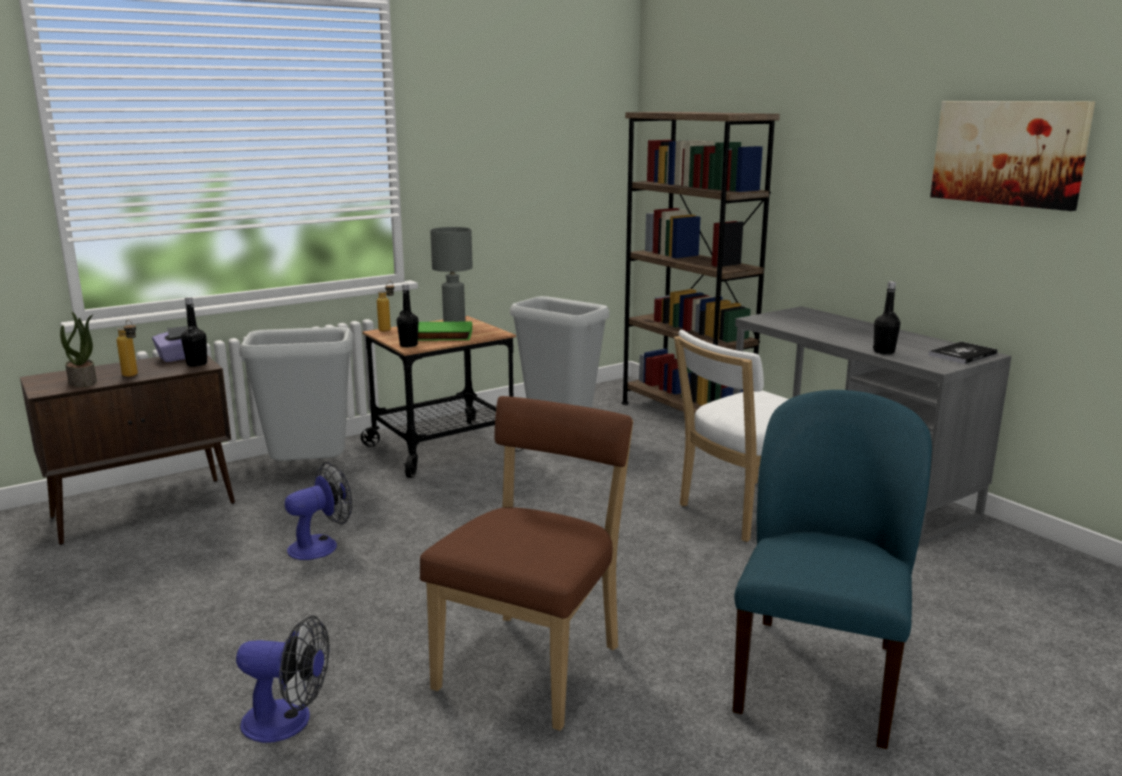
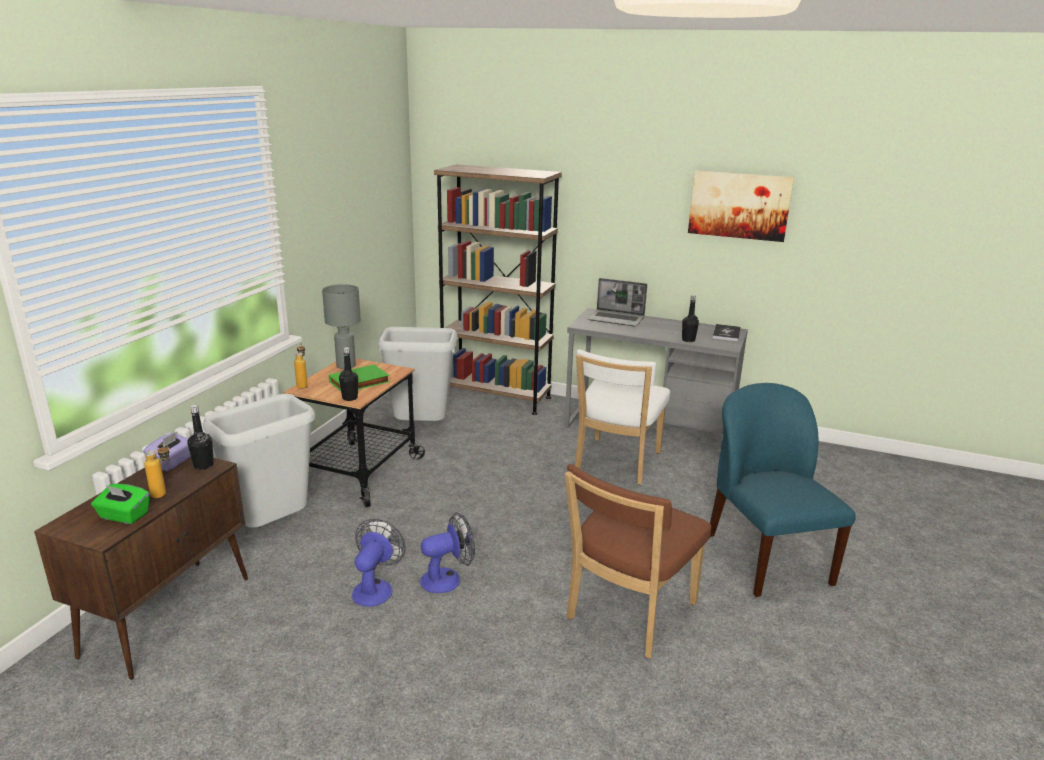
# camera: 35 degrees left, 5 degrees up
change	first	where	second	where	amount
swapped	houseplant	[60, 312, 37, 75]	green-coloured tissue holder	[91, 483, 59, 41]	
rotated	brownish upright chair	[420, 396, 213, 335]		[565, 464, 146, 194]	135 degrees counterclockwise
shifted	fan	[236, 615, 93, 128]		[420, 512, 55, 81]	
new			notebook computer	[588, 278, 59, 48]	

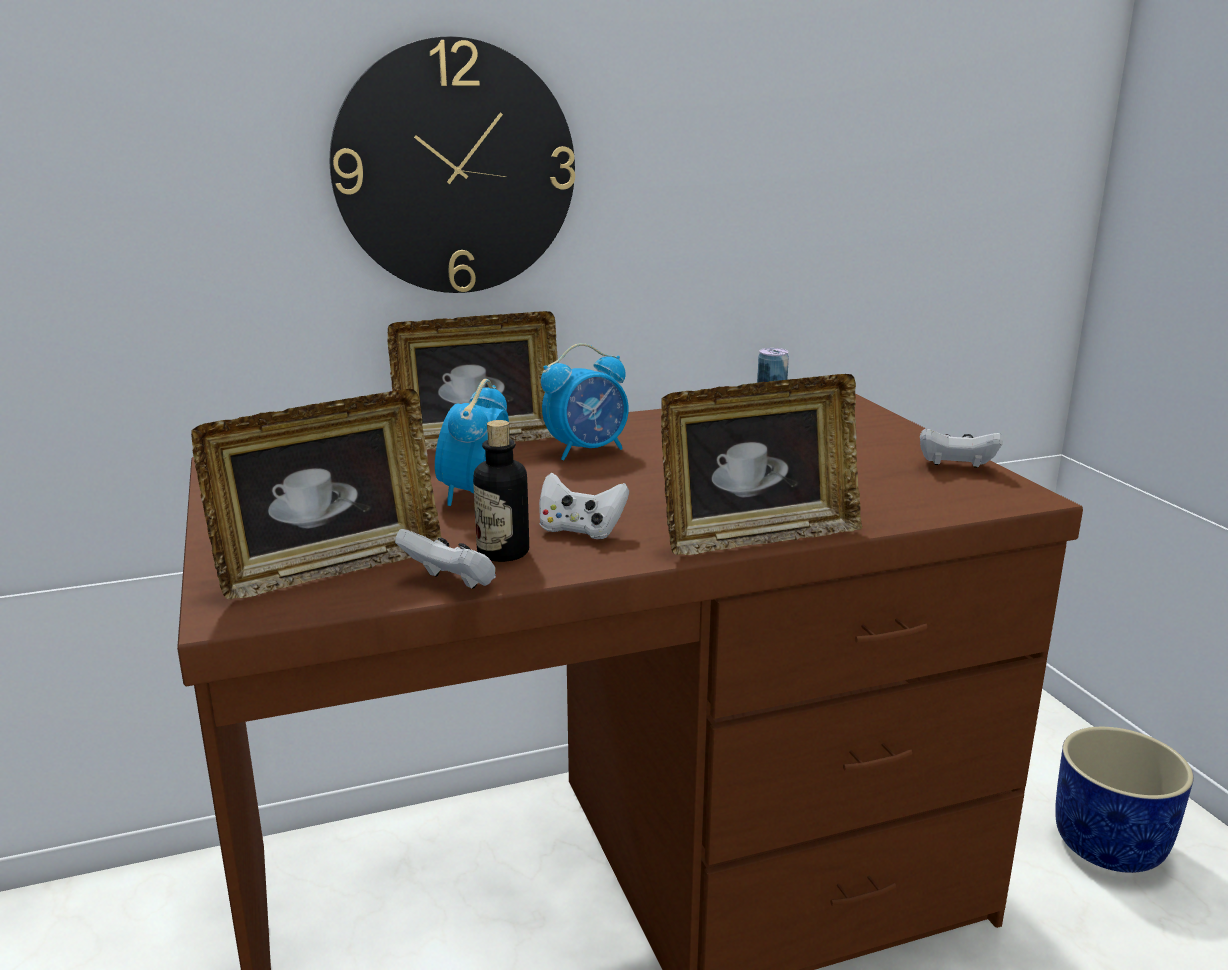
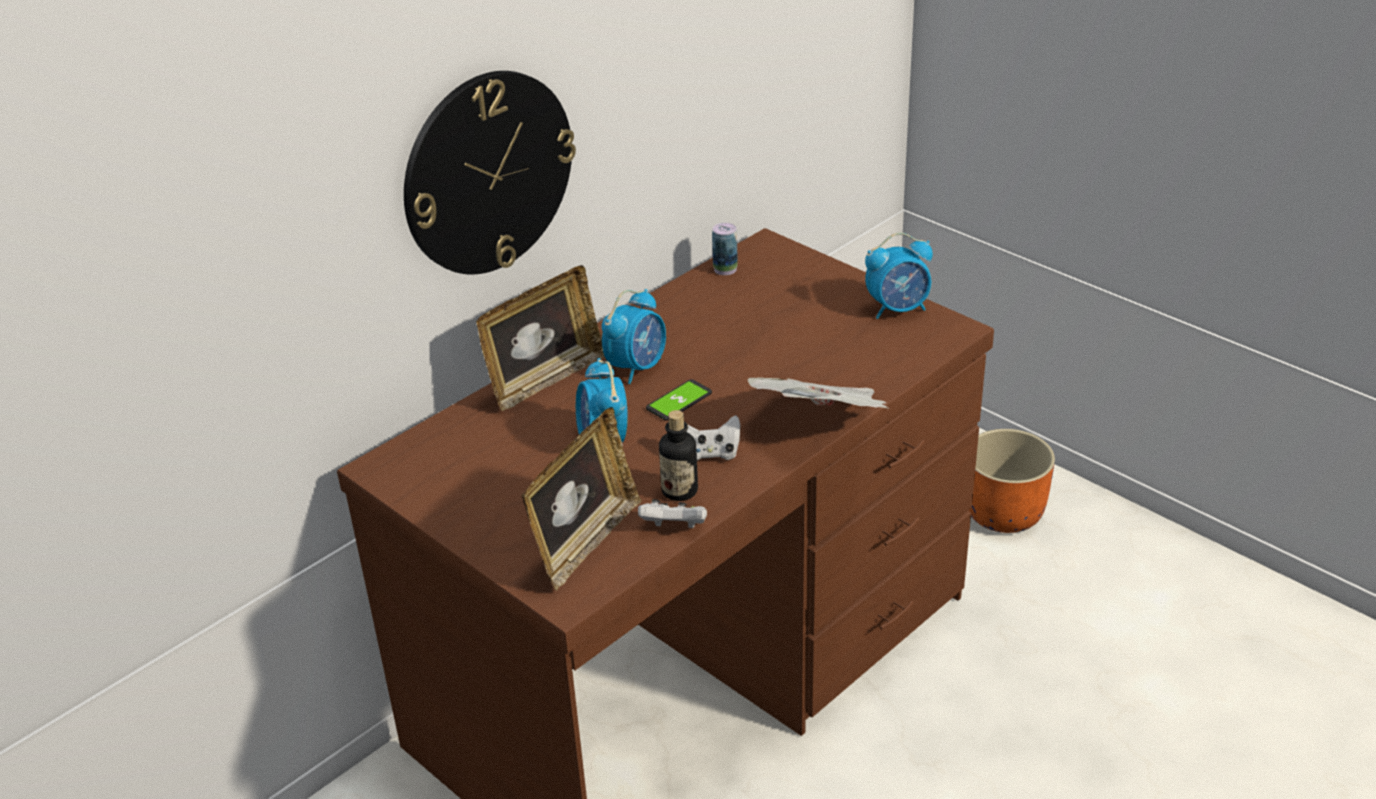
# camera: 25 degrees left, 15 degrees up
change	first	where	second	where	amount
swapped	standing frame	[661, 374, 201, 181]	daily paper	[747, 377, 141, 31]	
swapped	whitish joypad	[920, 428, 83, 40]	bedside clock	[865, 233, 68, 86]	
repainted	blue-coloured planter	[1055, 727, 139, 146]	orange planter	[969, 429, 86, 104]	
new			telephone	[646, 379, 66, 42]	

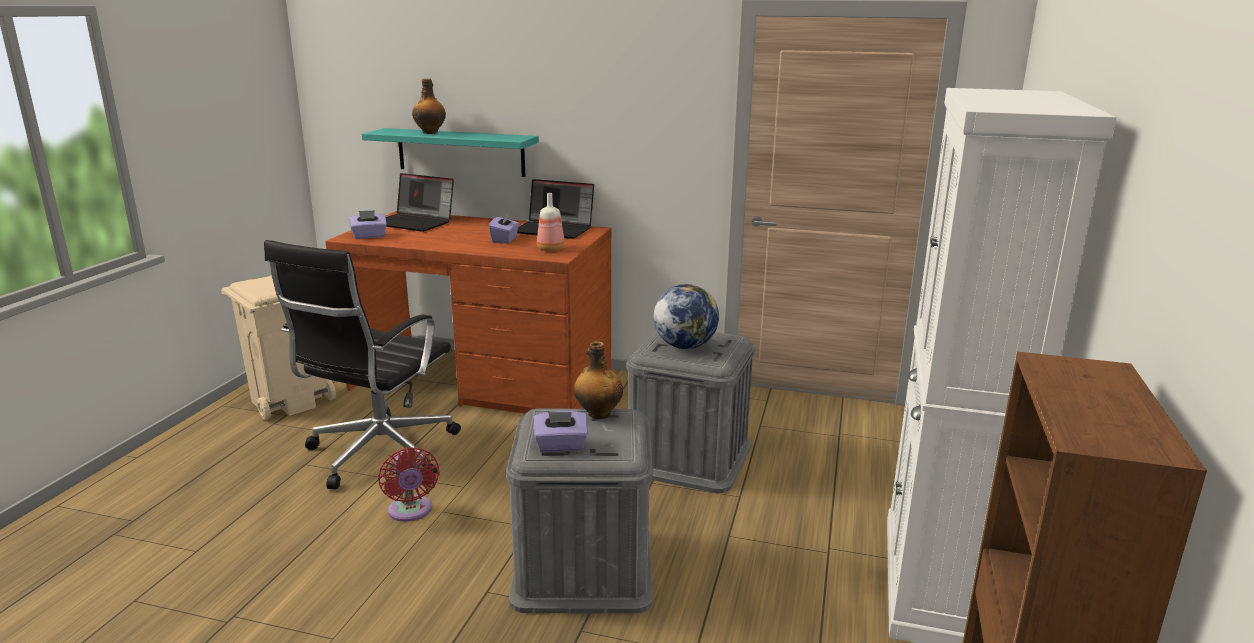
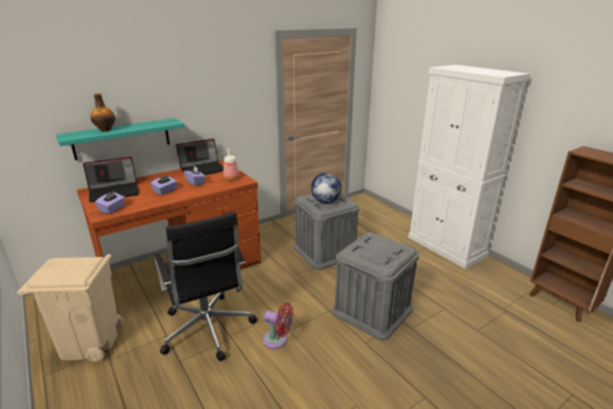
# camera: 50 degrees left, 5 degrees up
change	first	where	second	where	amount
gone	beverage bottle	[574, 341, 49, 78]			
shifted	purplish tissue holder	[533, 411, 55, 41]		[150, 175, 27, 20]	

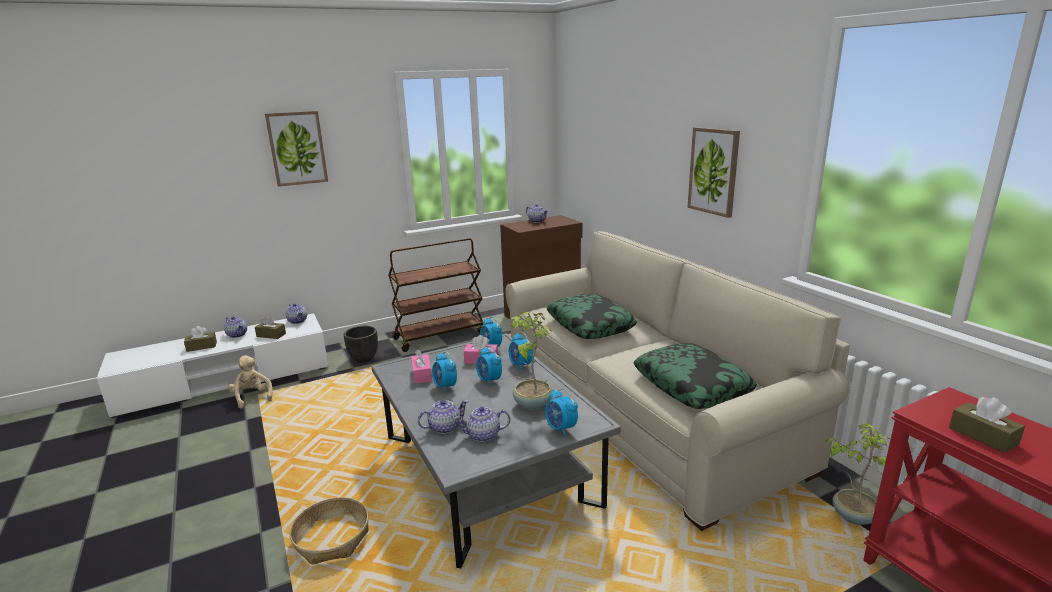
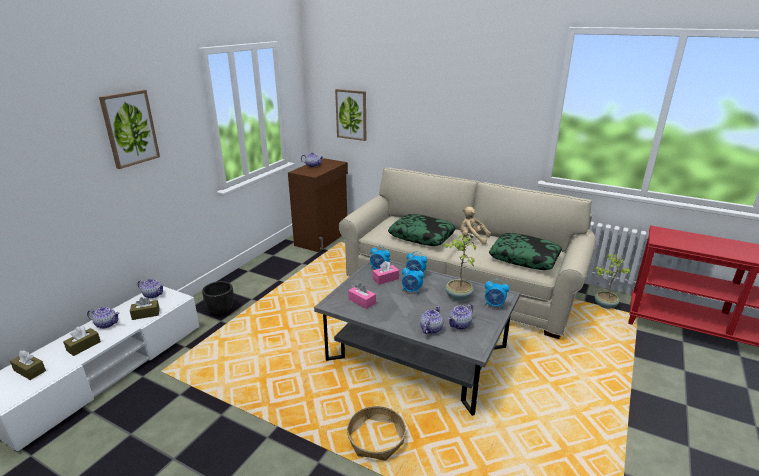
# camera: 35 degrees left, 5 degrees up
change	first	where	second	where	amount
shifted	picture	[688, 127, 52, 91]		[335, 89, 31, 52]	
gone	brownish wheeled cart	[388, 238, 95, 114]			
gone	bedside clock	[432, 352, 25, 41]			
shifted	beige-coloured plush toy	[228, 355, 45, 54]		[460, 207, 31, 38]	
shifted	brownish tissue holder	[949, 397, 76, 56]		[10, 350, 36, 30]	

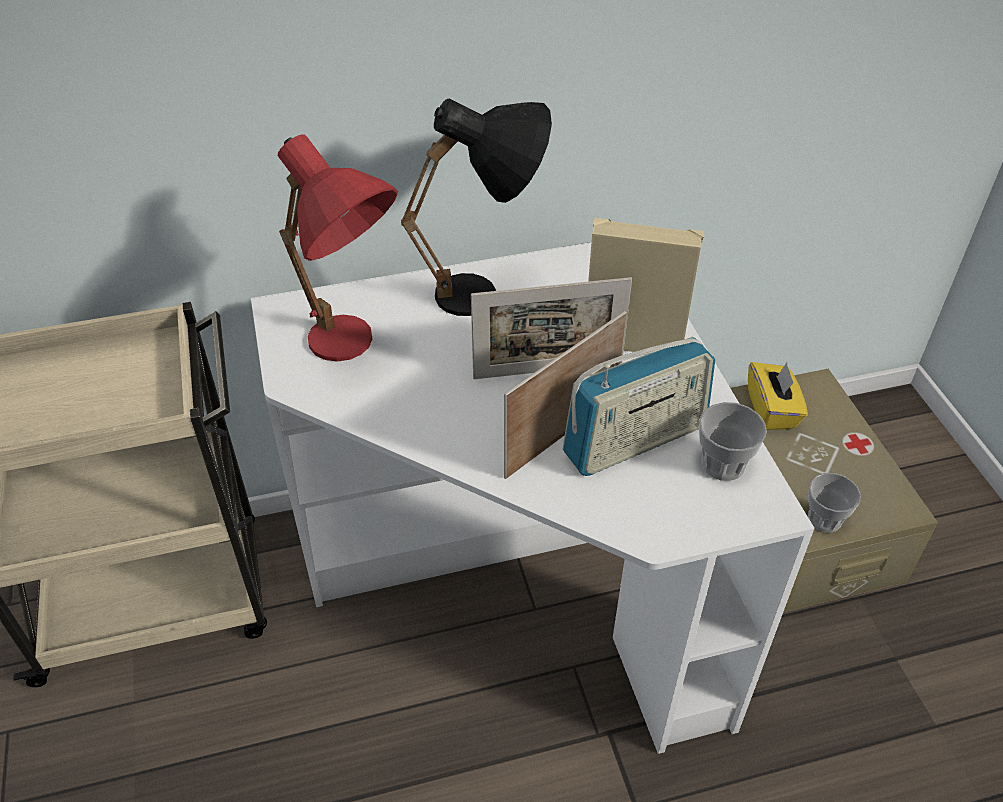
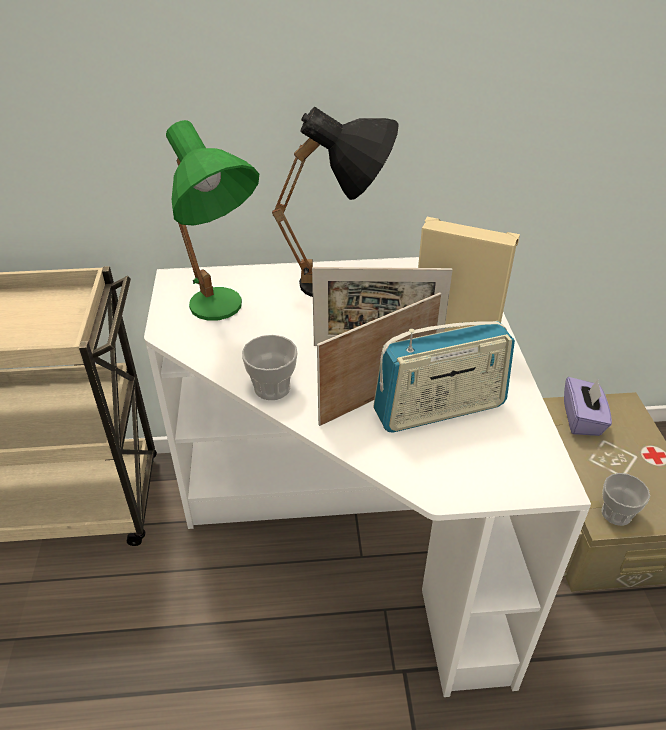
# camera: 10 degrees right, 5 degrees down
change	first	where	second	where	amount
repainted	red-coloured lamp for a table	[278, 134, 120, 228]	green-coloured lamp for a table	[166, 120, 93, 201]	
repainted	yellow-coloured tissue holder	[748, 362, 60, 68]	purplish tissue holder	[564, 377, 48, 59]	
shifted	drinking cup	[699, 402, 68, 79]		[242, 335, 56, 65]	

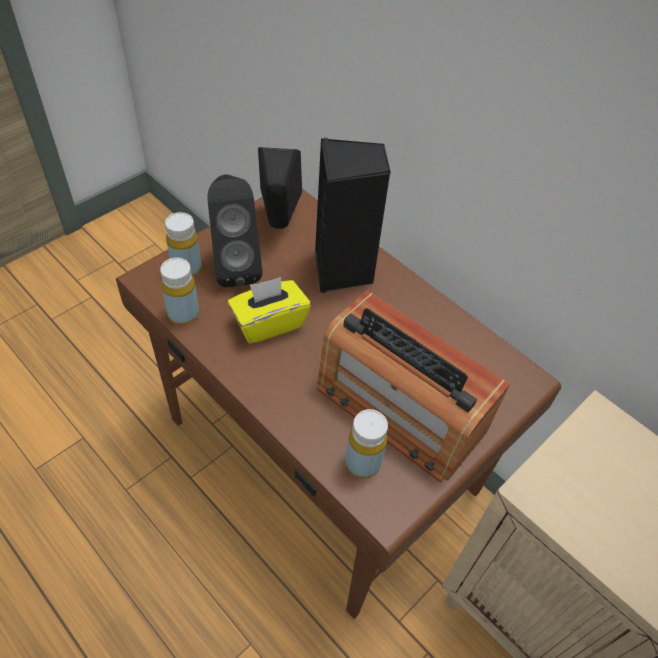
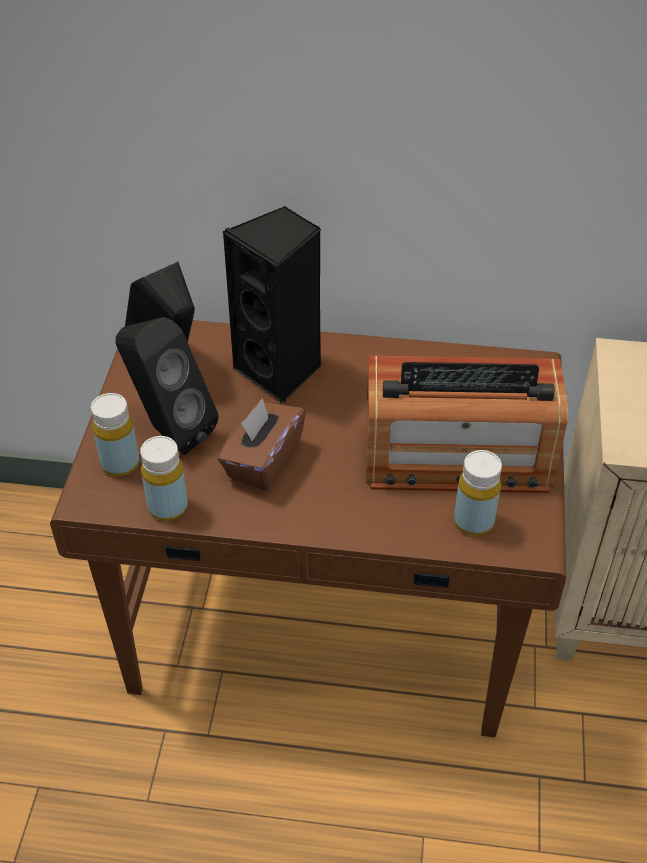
# camera: 35 degrees left, 5 degrees down
change	first	where	second	where	amount
repainted	yellow-coloured tissue holder	[228, 277, 83, 67]	brownish tissue holder	[217, 398, 89, 93]	

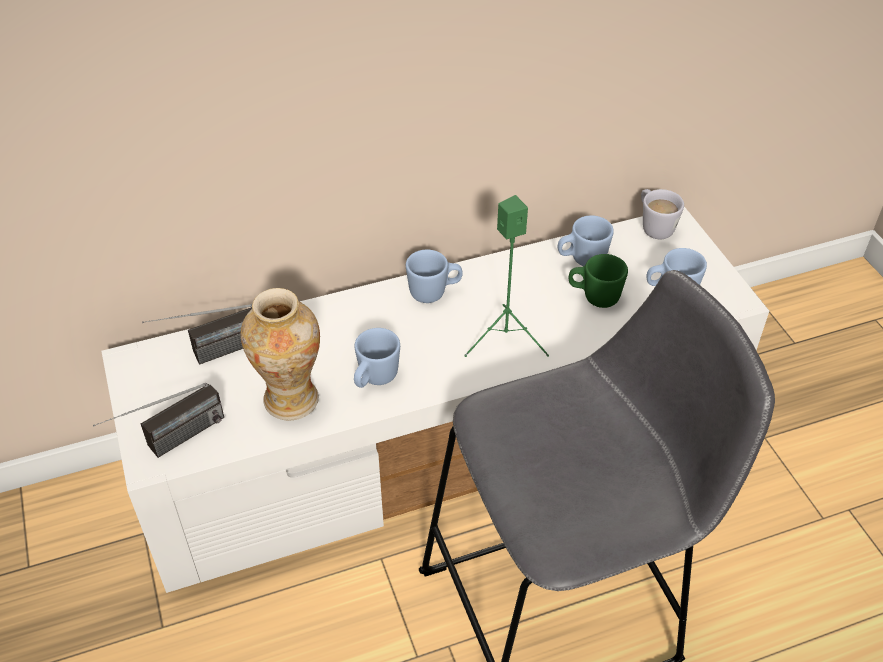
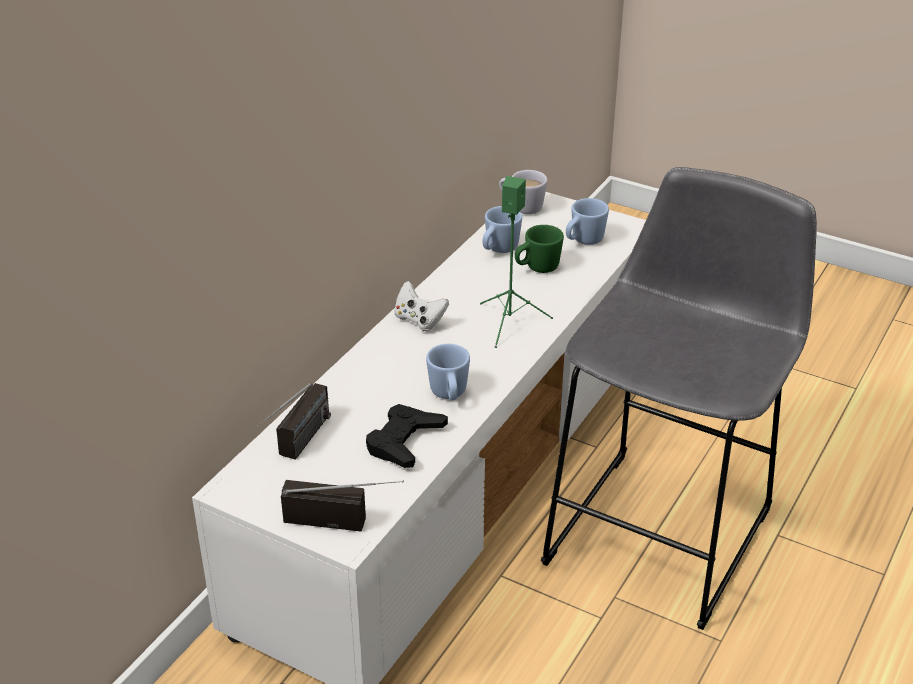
# camera: 40 degrees left, 10 degrees down
change	first	where	second	where	amount
swapped	blue-coloured mug	[406, 250, 57, 53]	whitish joypad	[394, 281, 55, 50]	
swapped	flower vase	[241, 288, 79, 133]	black joypad	[366, 404, 82, 64]	
rotated	radio	[93, 383, 131, 75]		[281, 480, 123, 51]	90 degrees counterclockwise

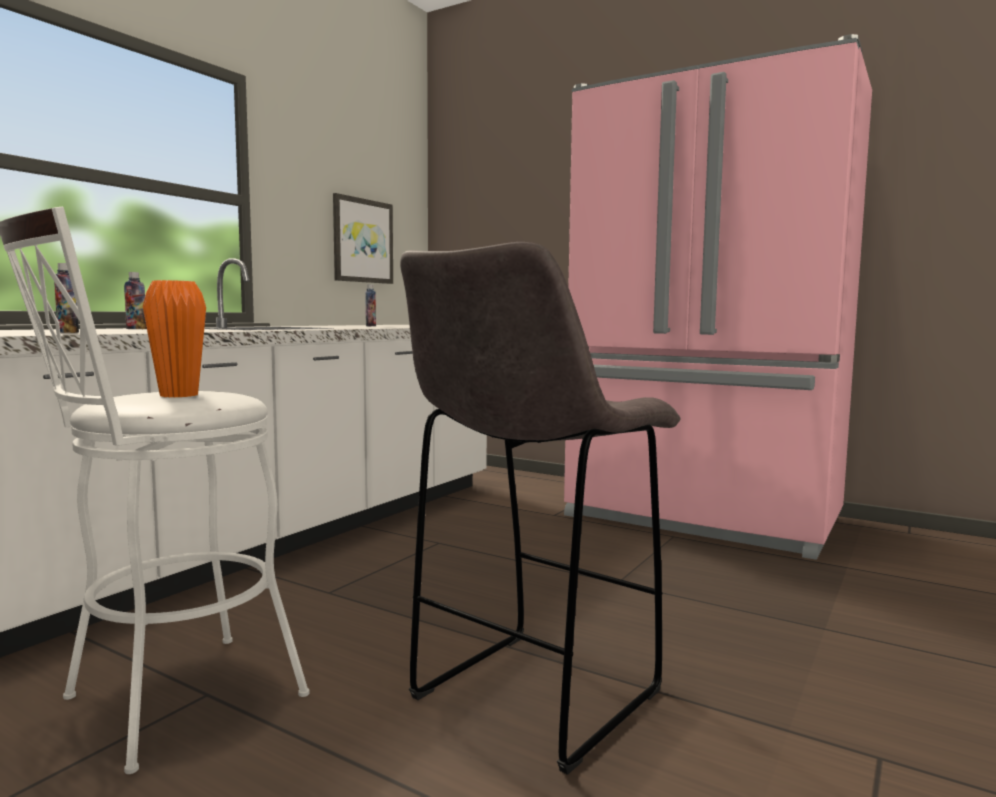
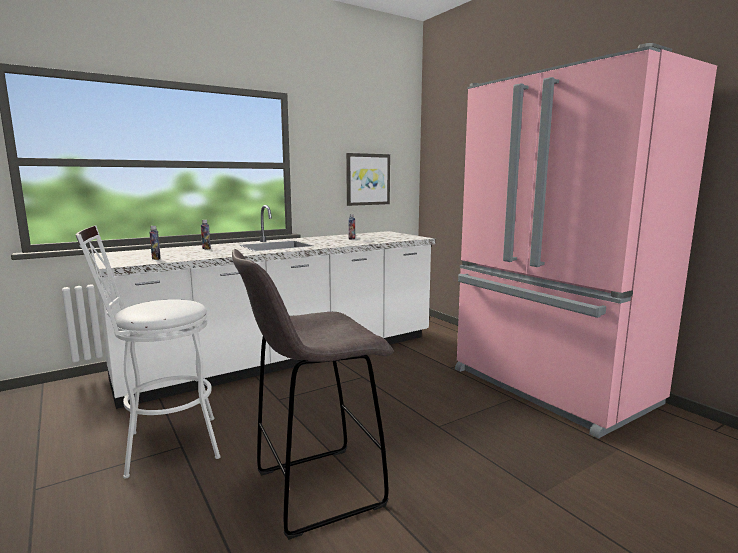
# camera: 25 degrees right, 5 degrees up
change	first	where	second	where	amount
gone	orange flower vase	[143, 280, 63, 117]			

